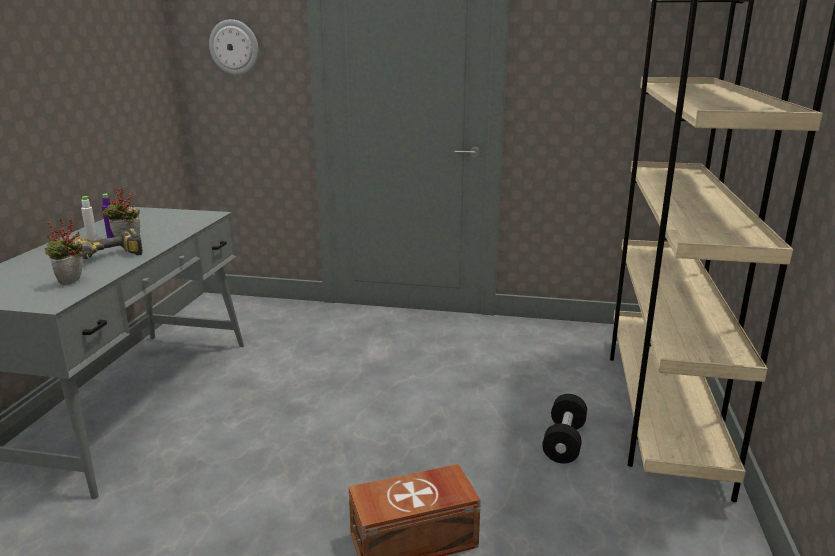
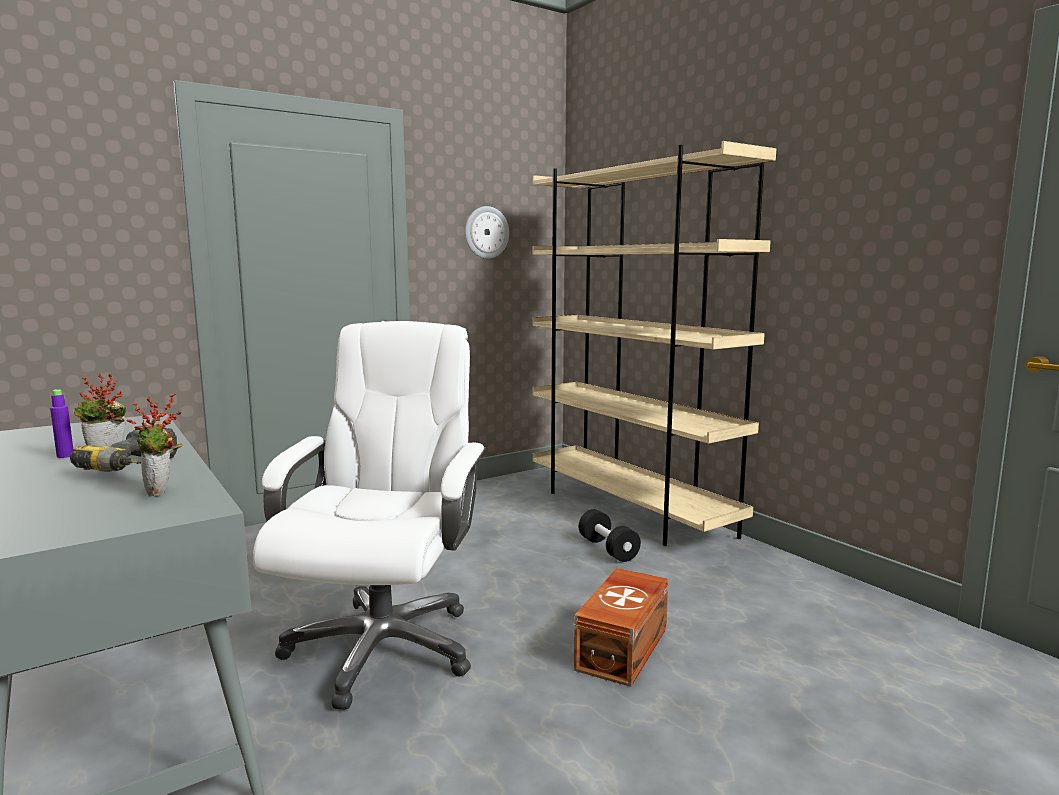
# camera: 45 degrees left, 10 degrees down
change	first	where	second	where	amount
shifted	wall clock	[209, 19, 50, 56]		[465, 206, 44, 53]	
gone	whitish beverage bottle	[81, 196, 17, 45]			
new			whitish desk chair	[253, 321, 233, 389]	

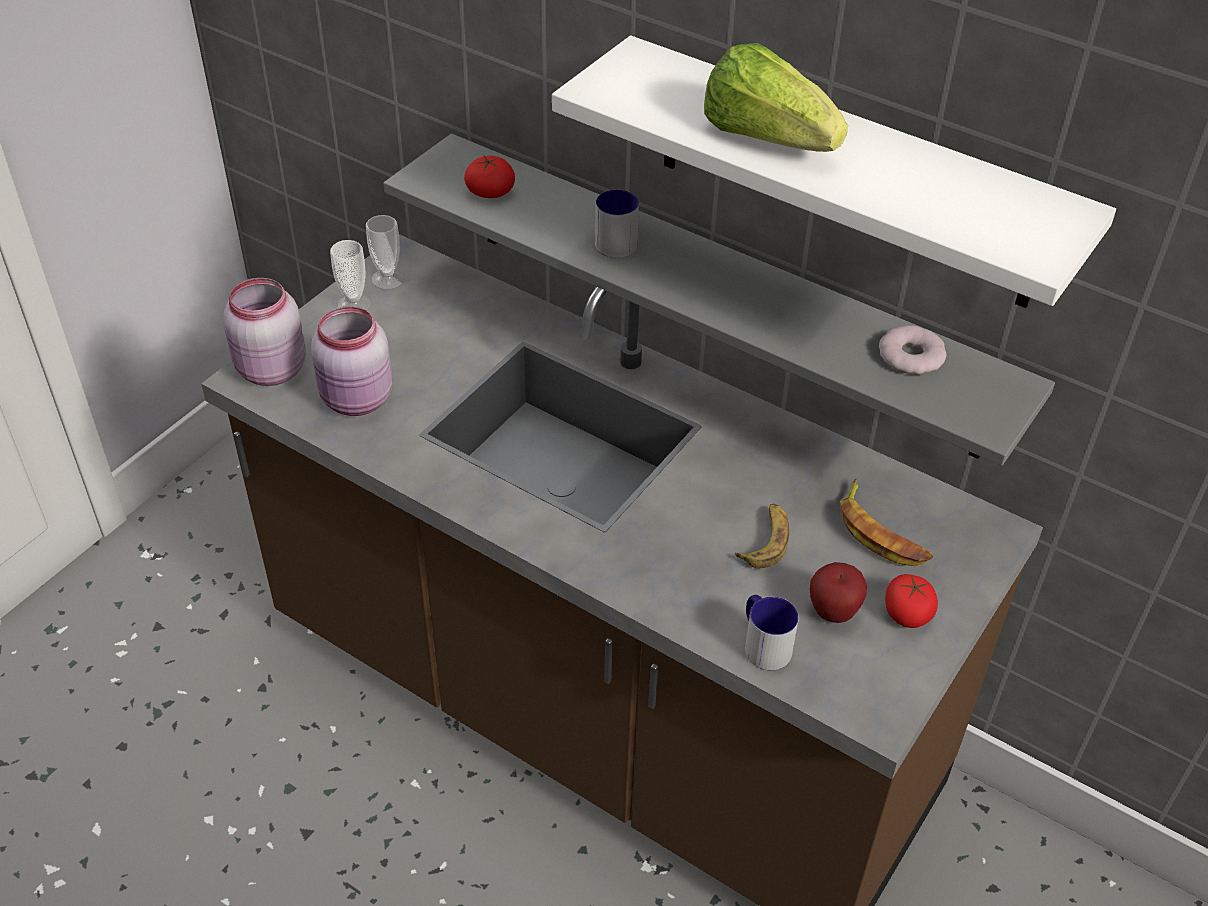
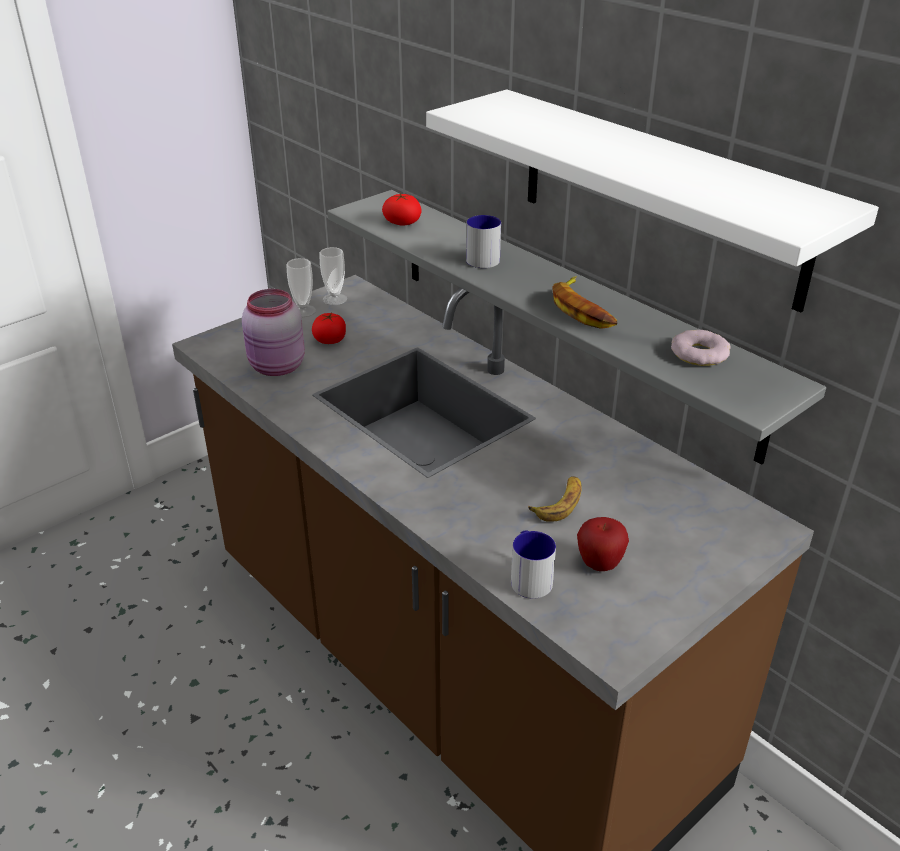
# camera: 15 degrees right, 10 degrees down
change	first	where	second	where	amount
gone	lettuce	[704, 43, 144, 109]			
gone	pink storage jar	[223, 278, 83, 108]			
shifted	banana	[840, 478, 93, 88]		[552, 276, 65, 53]	
shifted	whole tomato	[885, 574, 53, 54]		[312, 313, 34, 31]	

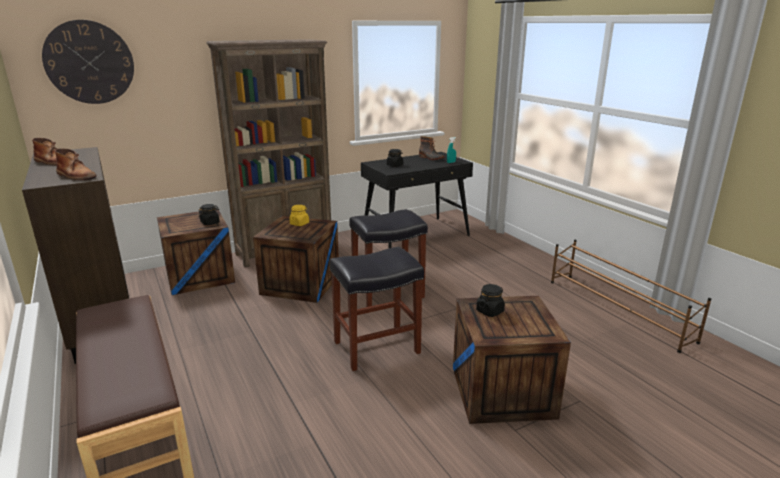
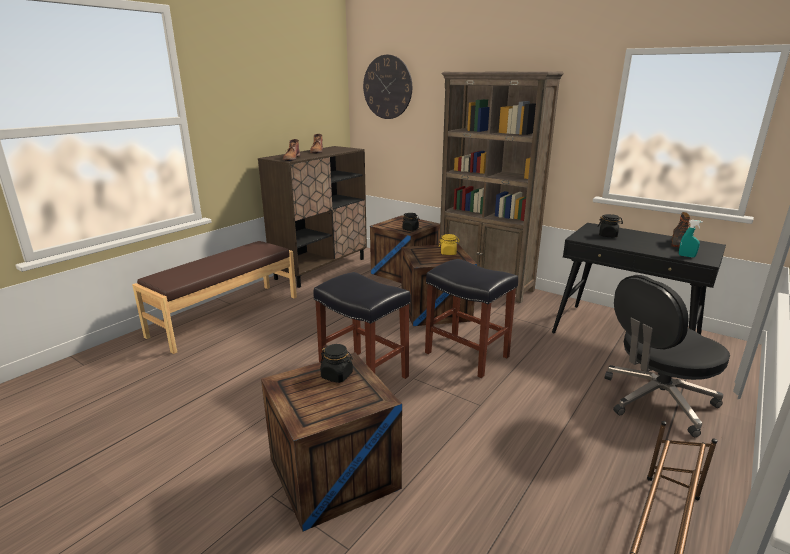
# camera: 65 degrees right, 0 degrees up
change	first	where	second	where	amount
new			black desk chair	[605, 275, 125, 162]	

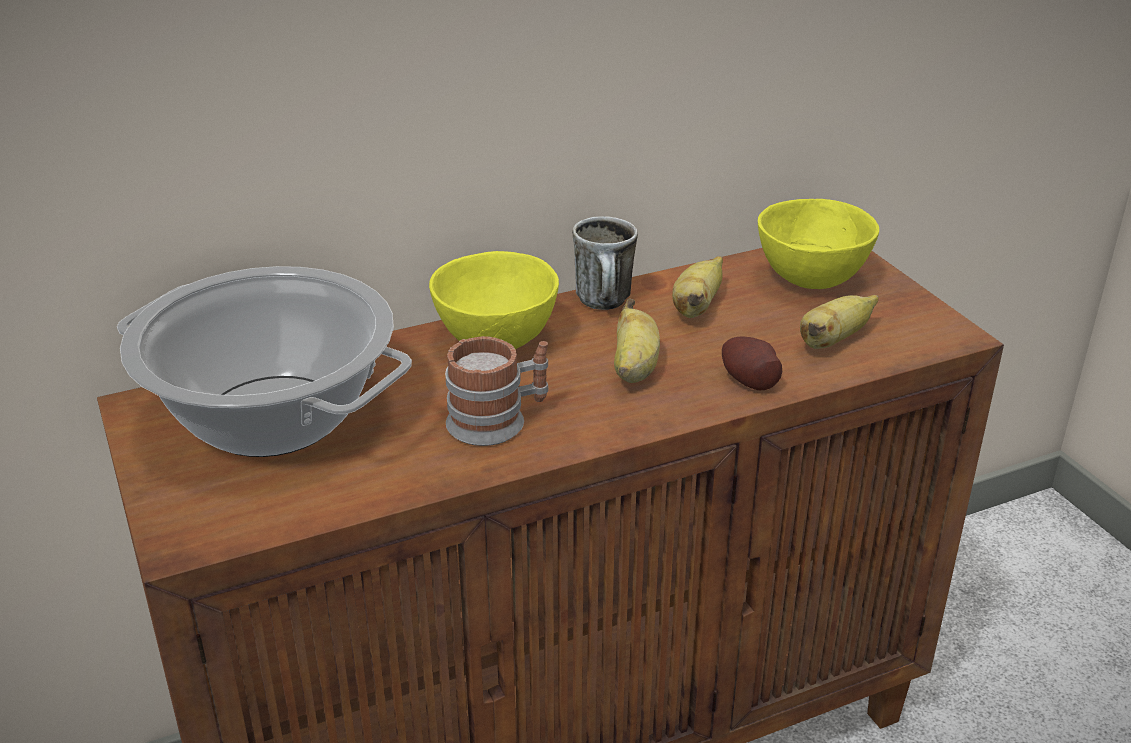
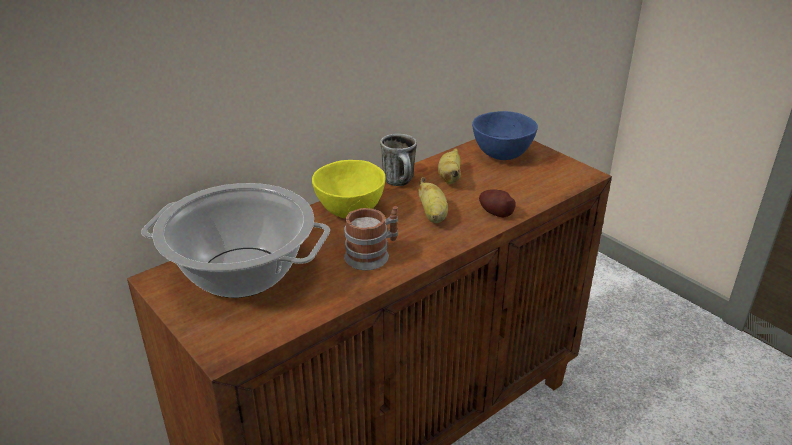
# camera: 15 degrees left, 0 degrees up
change	first	where	second	where	amount
repainted	yellow-coloured serving bowl	[758, 199, 121, 90]	blue-coloured serving bowl	[472, 111, 66, 49]	
gone	banana	[800, 295, 79, 54]			

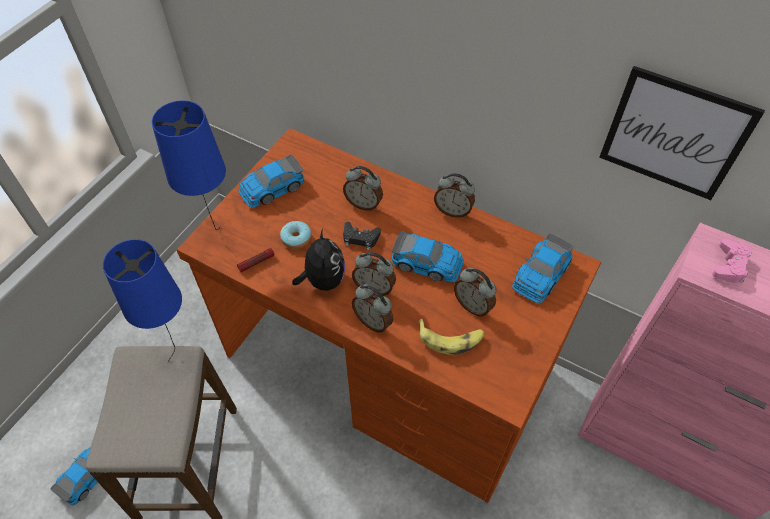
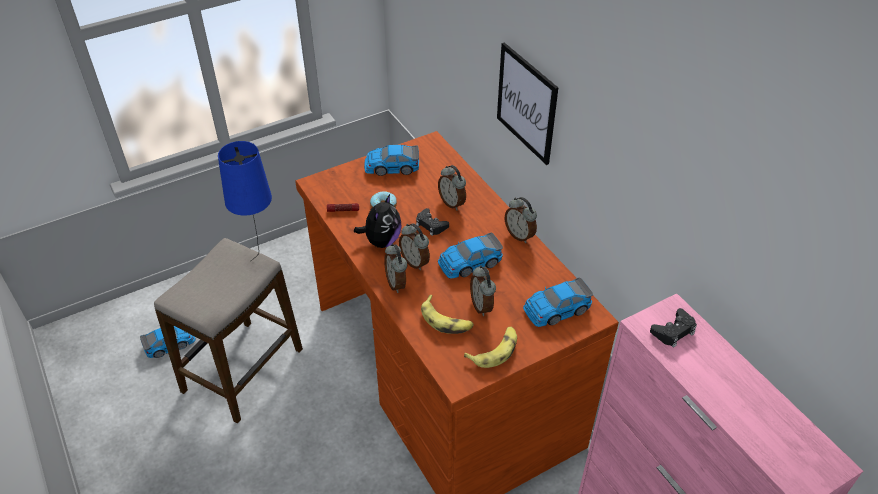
# camera: 30 degrees right, 10 degrees down
change	first	where	second	where	amount
shifted	picture	[599, 66, 166, 134]		[497, 43, 61, 122]	
gone	blue-coloured lamp for a table	[152, 101, 74, 129]			
rotated	miniature car	[392, 231, 72, 51]		[438, 233, 65, 46]	105 degrees clockwise
repainted	pink joypad	[712, 238, 40, 45]	black joypad	[650, 308, 47, 40]	
new			banana	[464, 327, 53, 41]	

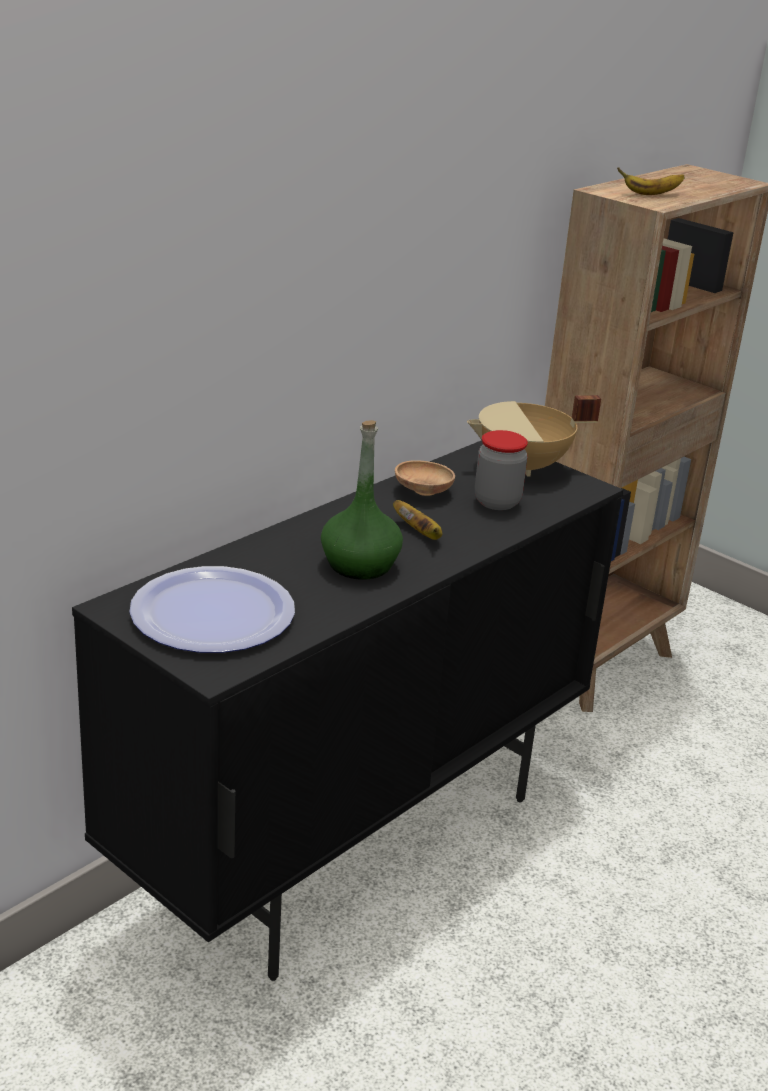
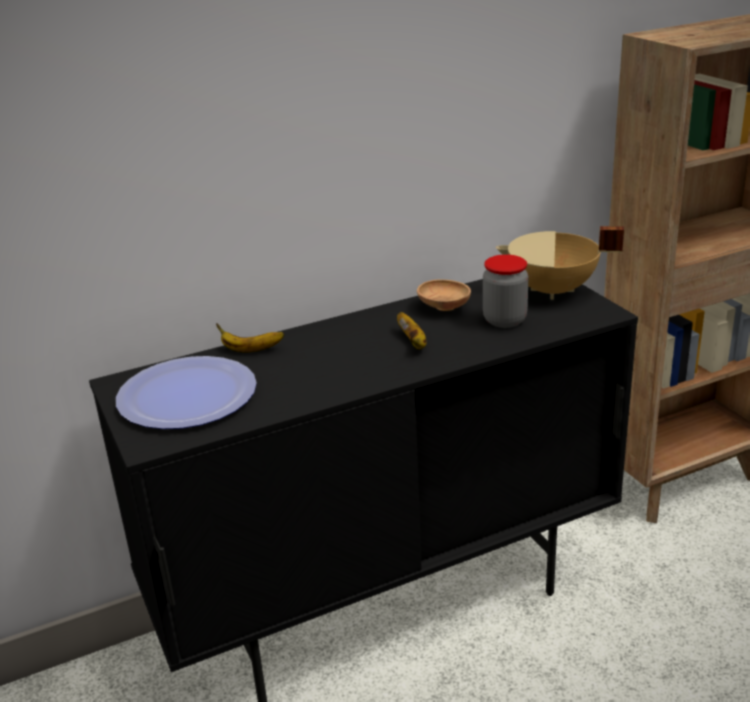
# camera: 25 degrees right, 0 degrees up
change	first	where	second	where	amount
shifted	banana	[617, 167, 68, 28]		[216, 324, 68, 28]	
gone	green-coloured beverage bottle	[321, 420, 82, 160]			

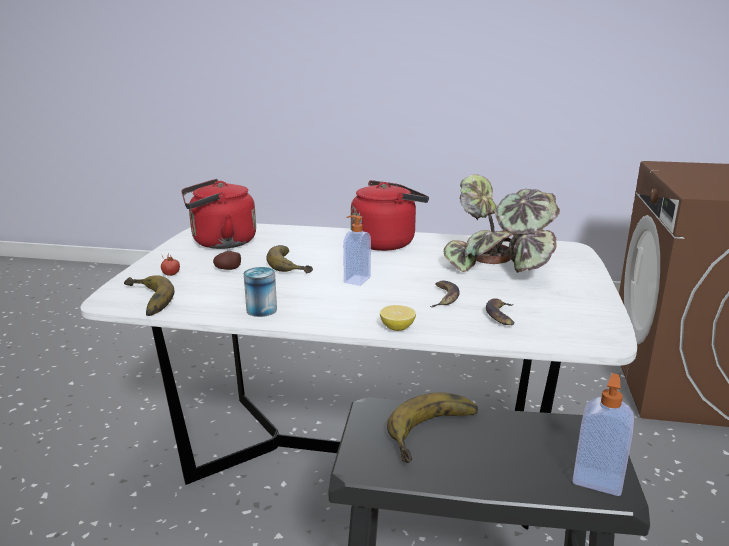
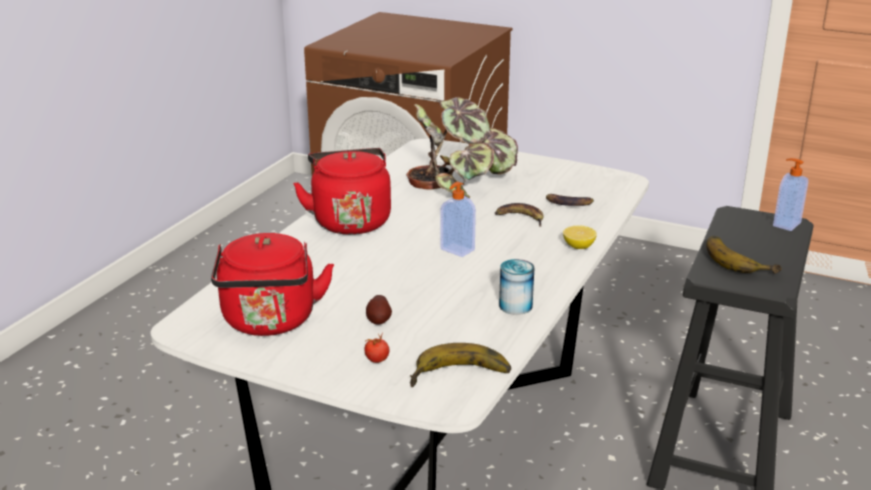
# camera: 75 degrees left, 5 degrees up
change	first	where	second	where	amount
gone	banana	[266, 245, 47, 29]			

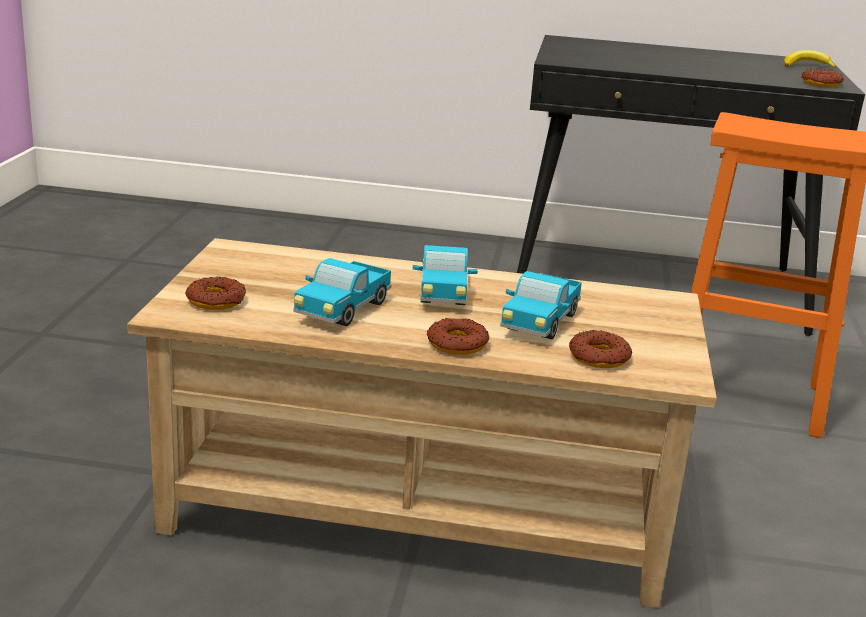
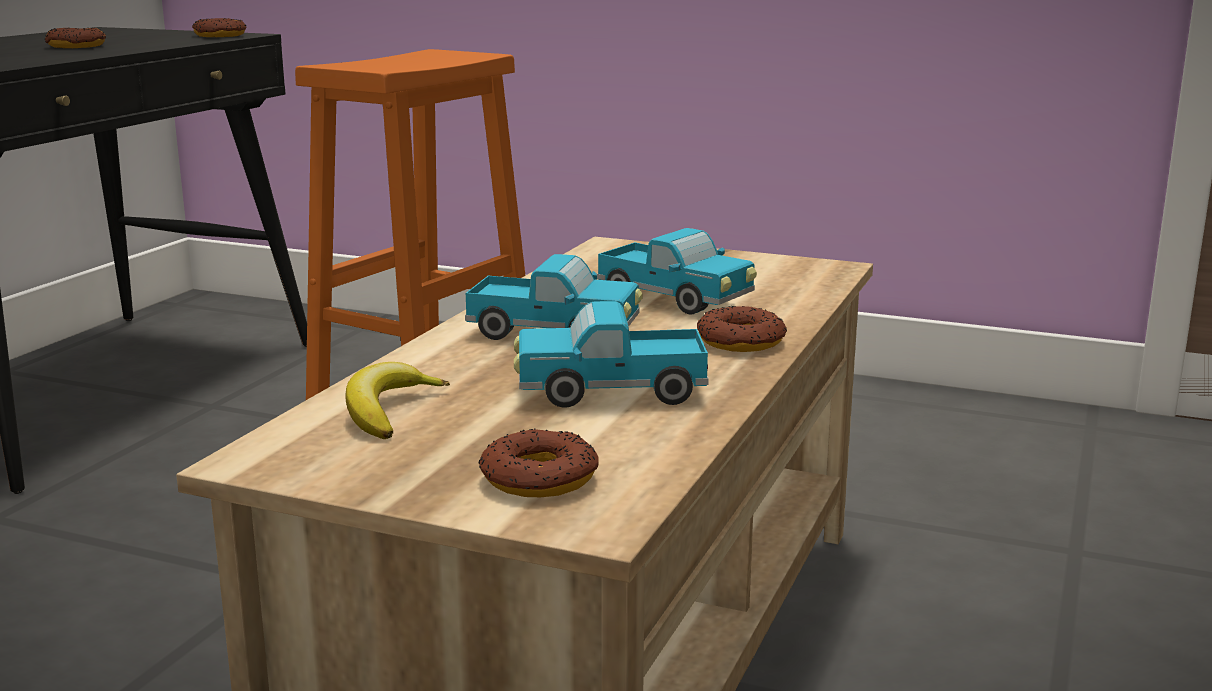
# camera: 75 degrees left, 5 degrees down
change	first	where	second	where	amount
shifted	banana	[784, 50, 53, 18]		[345, 362, 105, 77]	
rotated	toy lorry	[293, 258, 98, 68]		[514, 301, 195, 107]	135 degrees clockwise
shifted	ring doughnut	[569, 330, 63, 38]		[45, 27, 61, 21]	

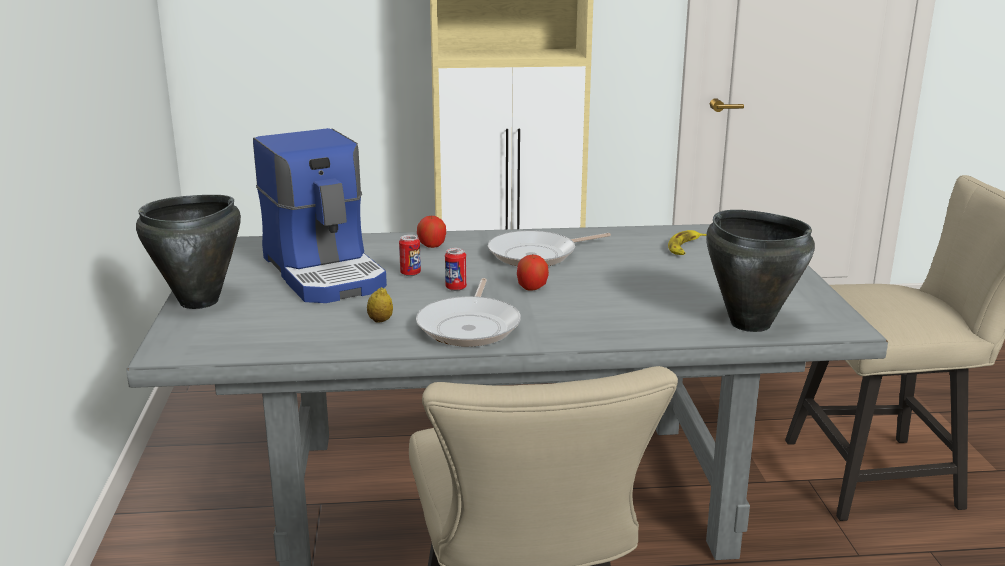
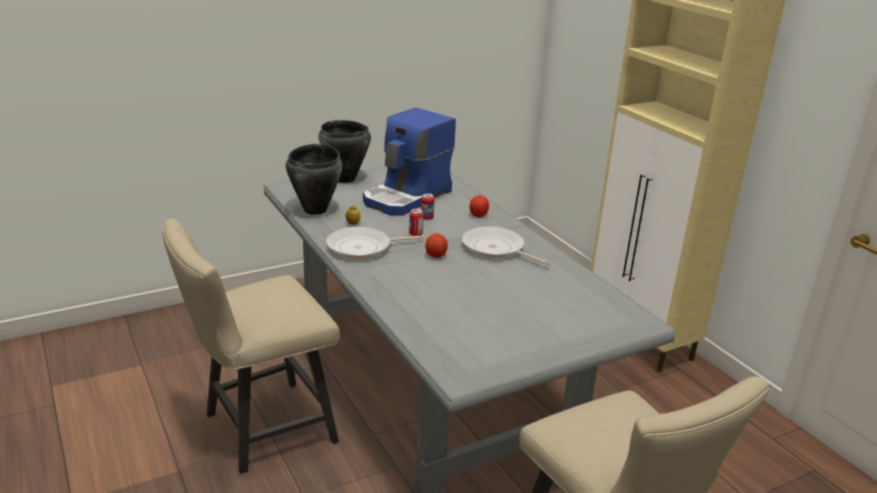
# camera: 65 degrees right, 5 degrees up
change	first	where	second	where	amount
shifted	black stockpot	[706, 210, 109, 122]		[286, 144, 57, 71]	
gone	banana	[668, 230, 38, 25]			

